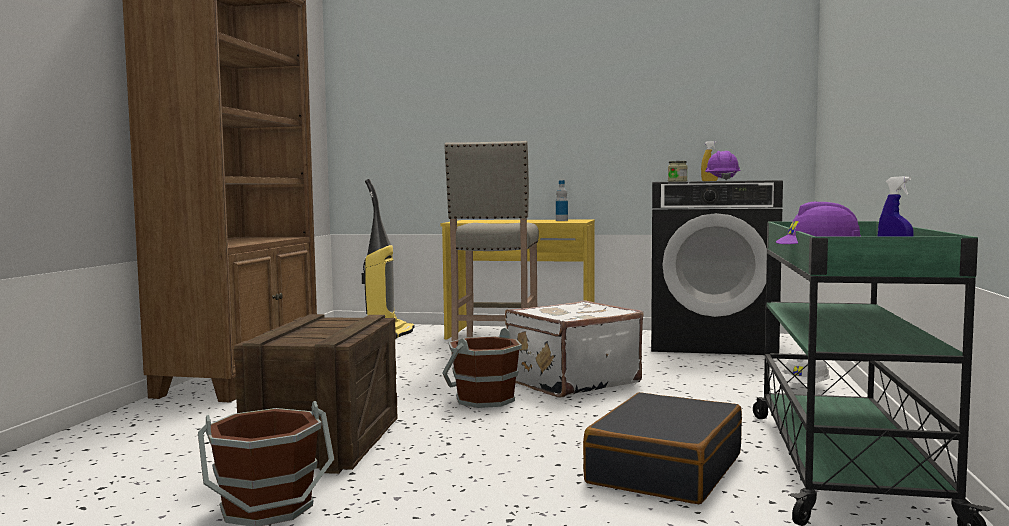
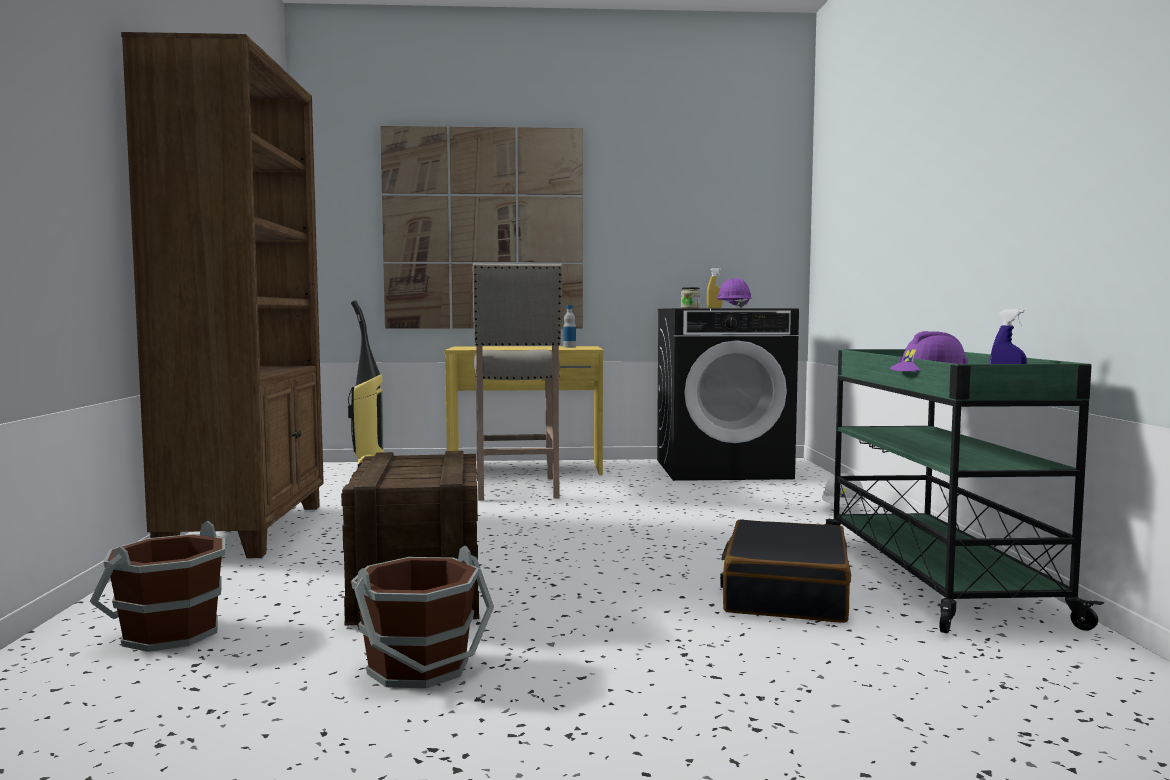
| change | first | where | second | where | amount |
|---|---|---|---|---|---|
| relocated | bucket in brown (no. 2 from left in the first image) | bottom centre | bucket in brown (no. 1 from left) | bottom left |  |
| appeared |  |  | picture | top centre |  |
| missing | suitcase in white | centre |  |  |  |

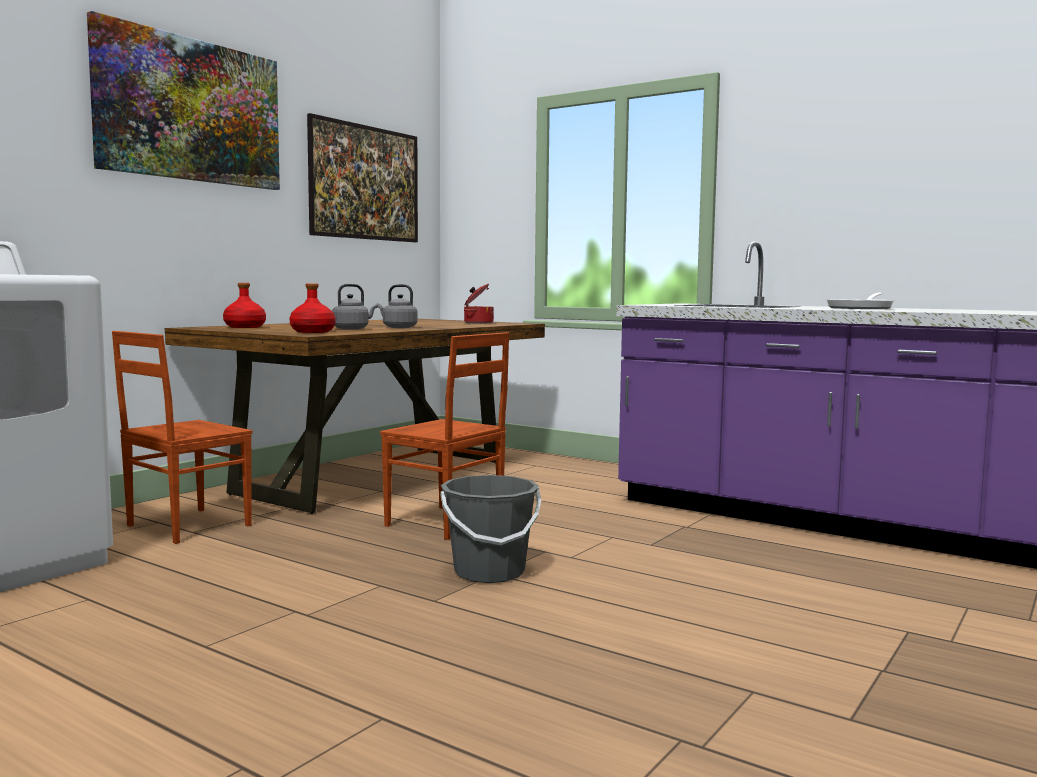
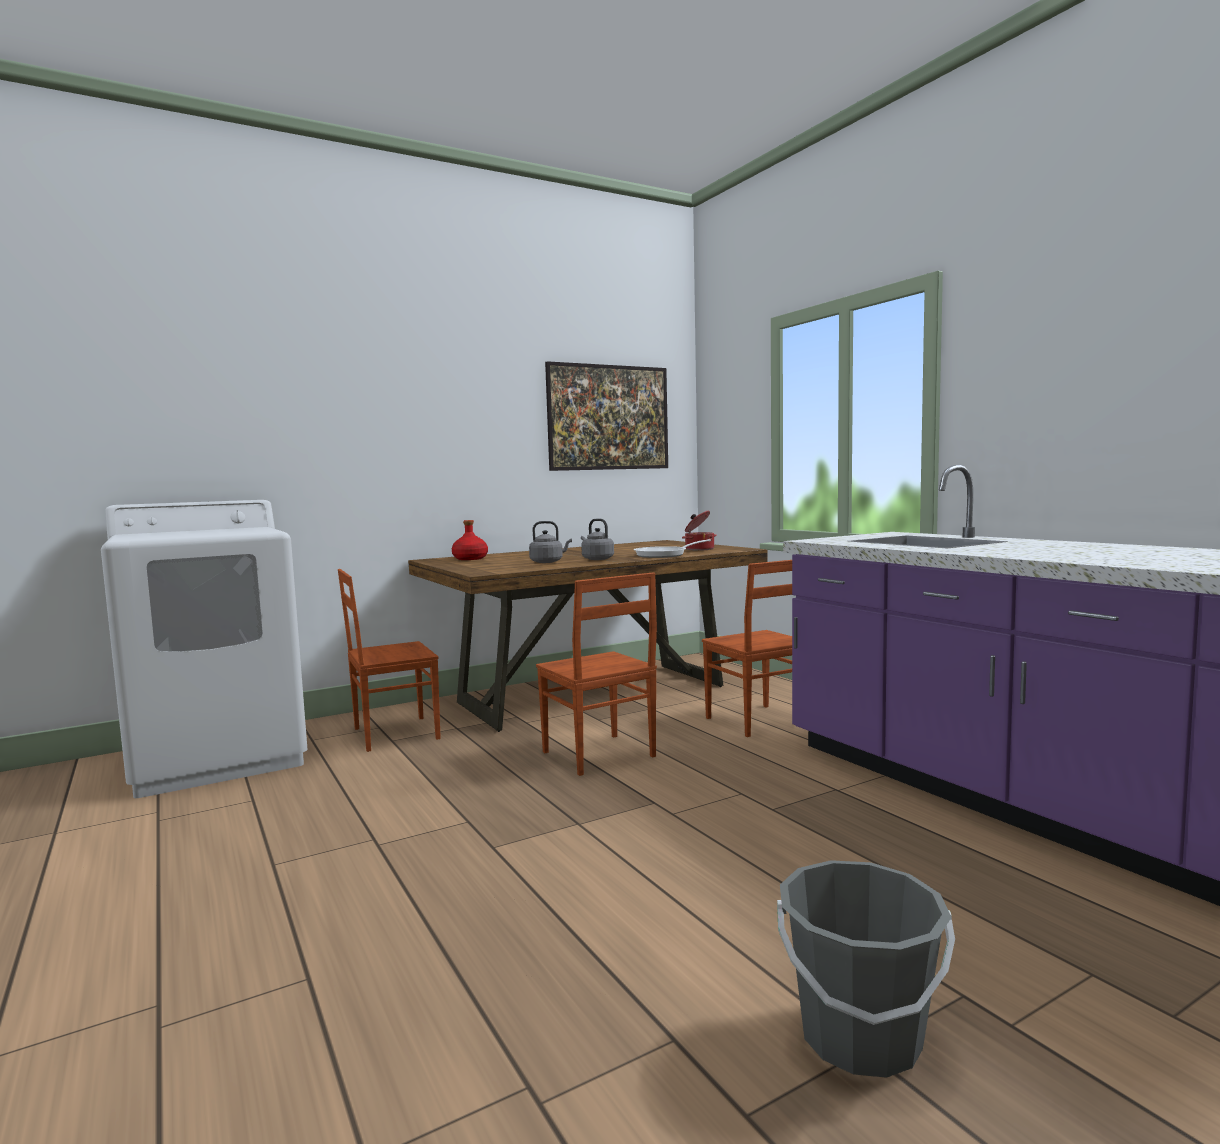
| change | first | where | second | where | amount |
|---|---|---|---|---|---|
| relocated | frying pan | middle right |  | centre |  |
| appeared |  |  | chair in brown (no. 3 from left) | centre |  |
| relocated | bucket in grey | bottom centre |  | bottom right |  |
| missing | picture (no. 1 from left) | top left |  |  |  |
| missing | bottle in red (no. 2 from left) | middle left |  |  |  |

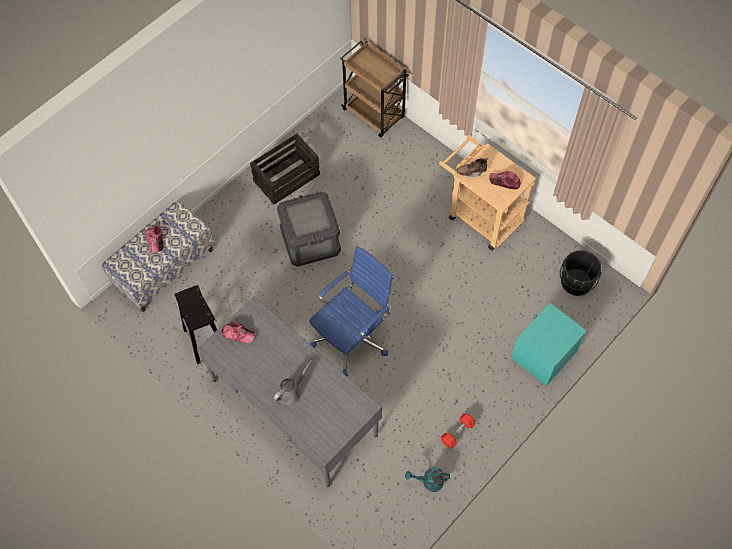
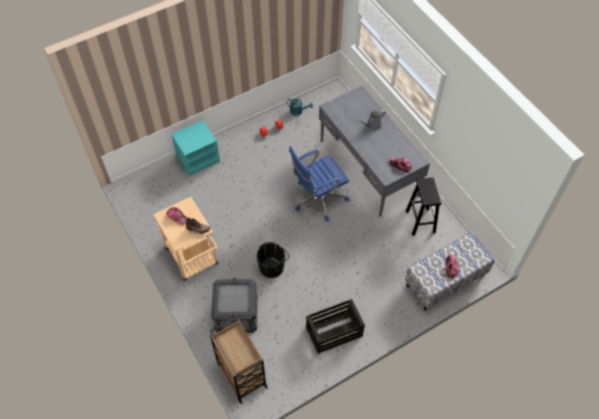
| change | first | where | second | where | amount |
|---|---|---|---|---|---|
| relocated | crate (no. 2 from left in the first image) | centre | crate (no. 1 from left) | bottom centre |  |
| relocated | bucket in black | middle right |  | centre |  |

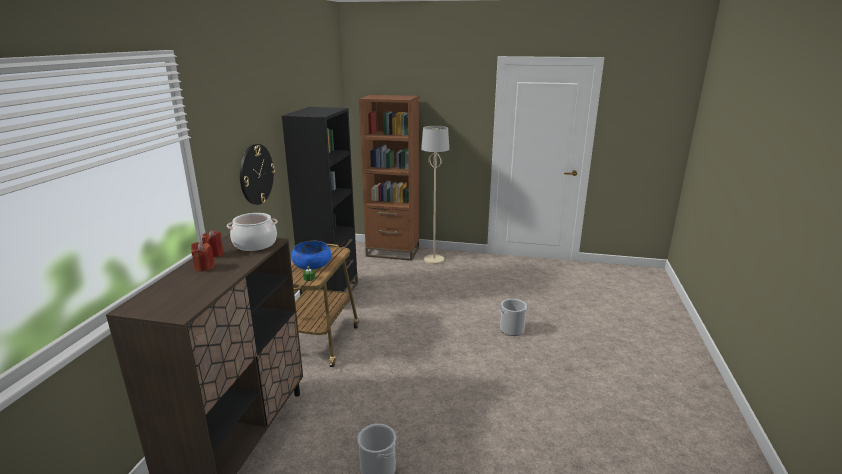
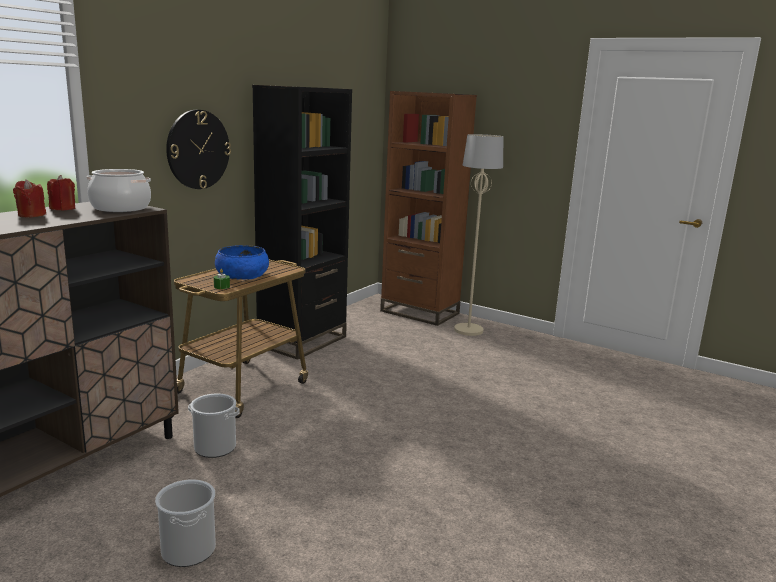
| change | first | where | second | where | amount |
|---|---|---|---|---|---|
| relocated | bucket (no. 2 from left) | bottom centre |  | bottom left |  |

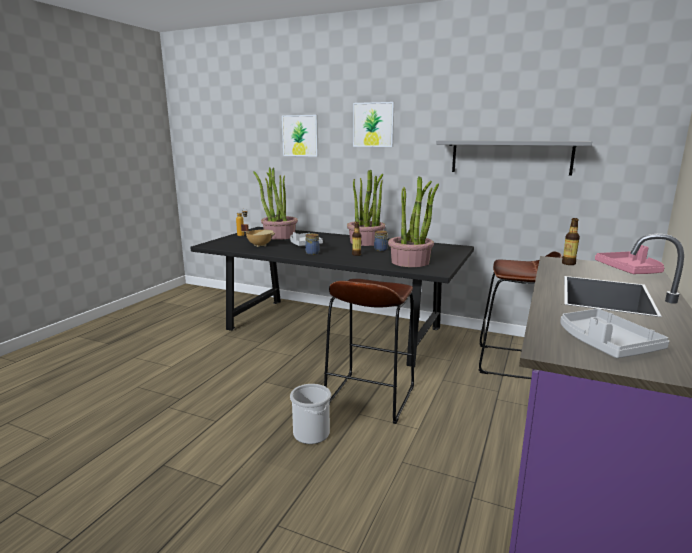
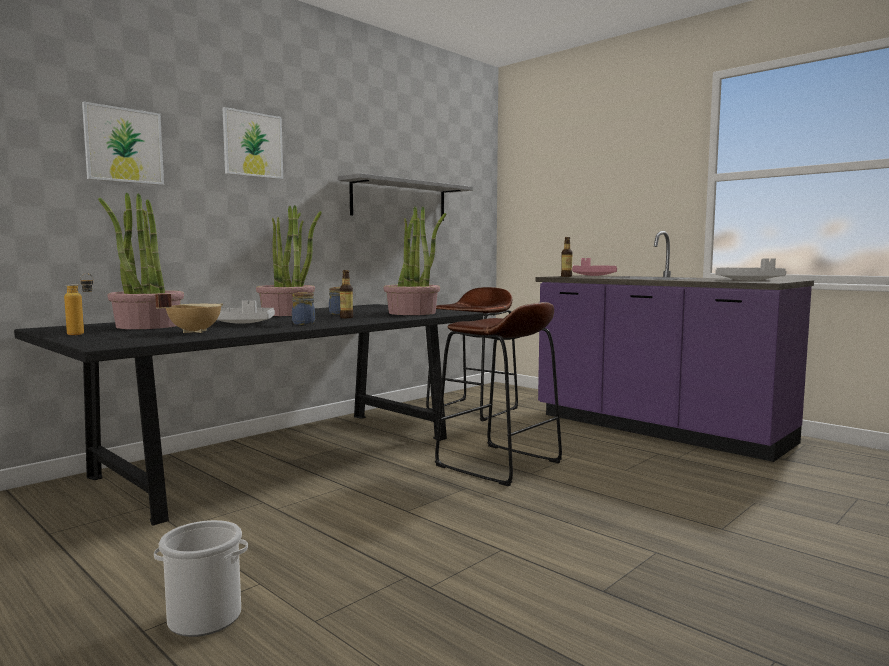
| change | first | where | second | where | amount |
|---|---|---|---|---|---|
| relocated | bucket | bottom centre |  | bottom left |  |

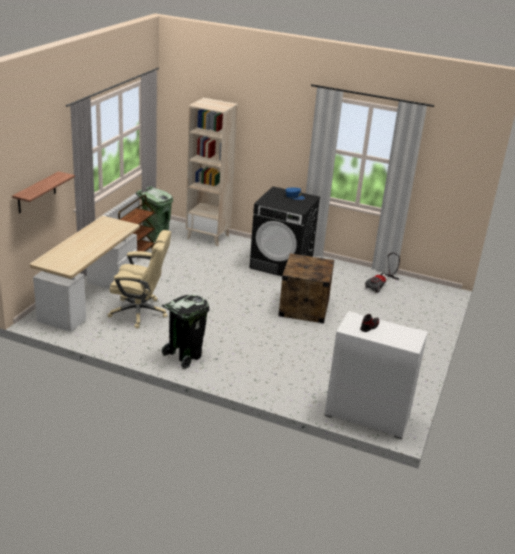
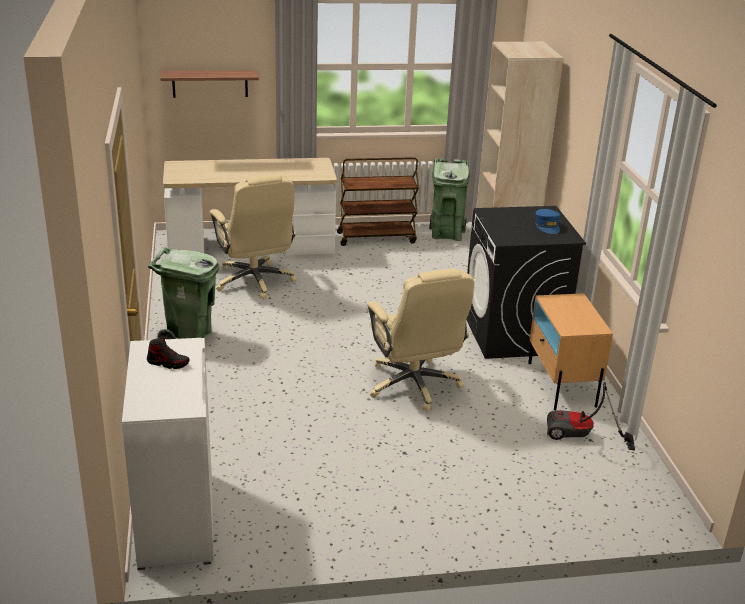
| change | first | where | second | where | amount |
|---|---|---|---|---|---|
| colour | trash can in black | centre | trash can in green (no. 1 from left) | middle left |  |
| exchanged | crate | centre | office chair in beige (no. 2 from left) | centre |  |
| appeared |  |  | nightstand in beige | middle right |  |

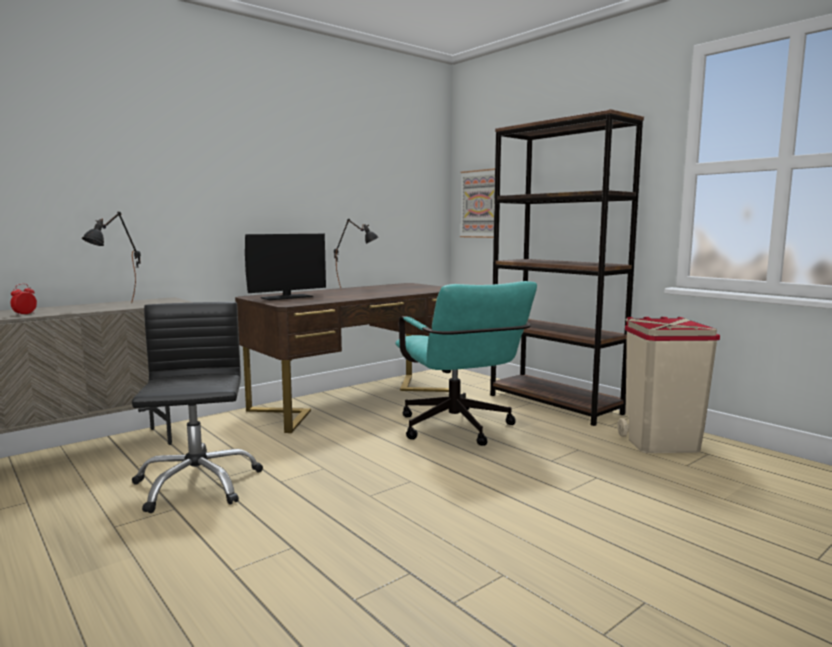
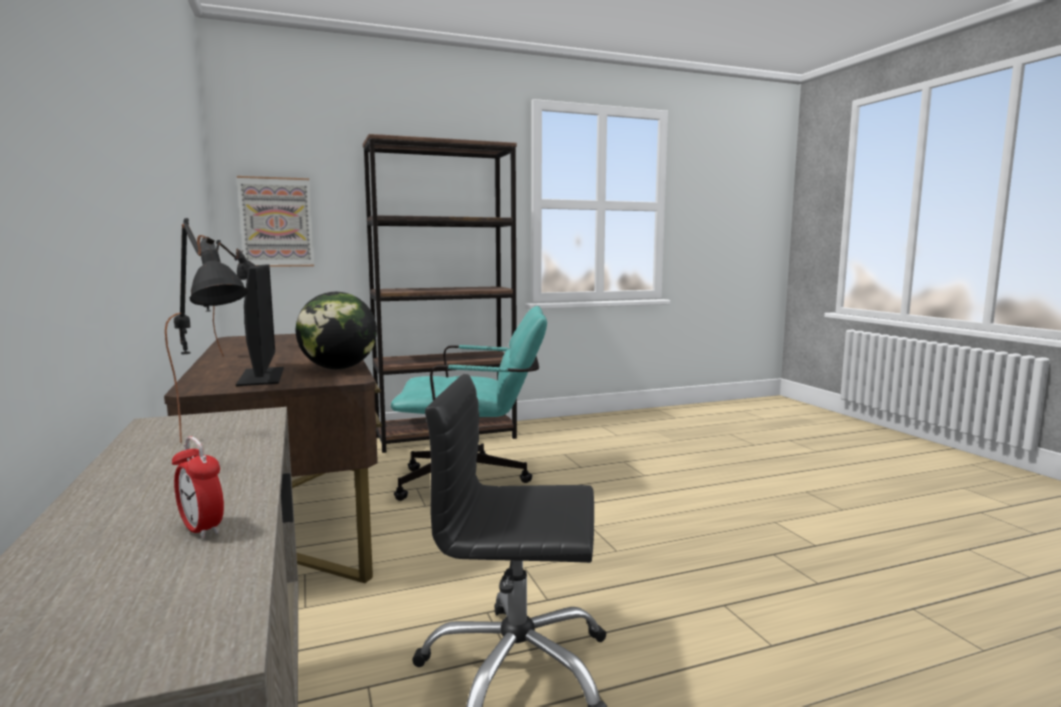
| change | first | where | second | where | amount |
|---|---|---|---|---|---|
| appeared |  |  | globe | middle left |  |
| missing | trash can in beige | middle right |  |  |  |

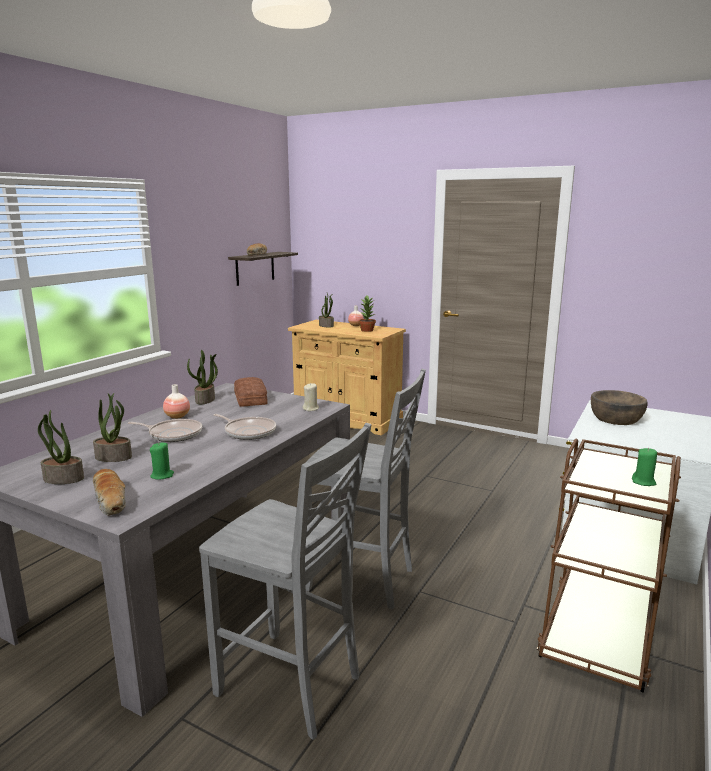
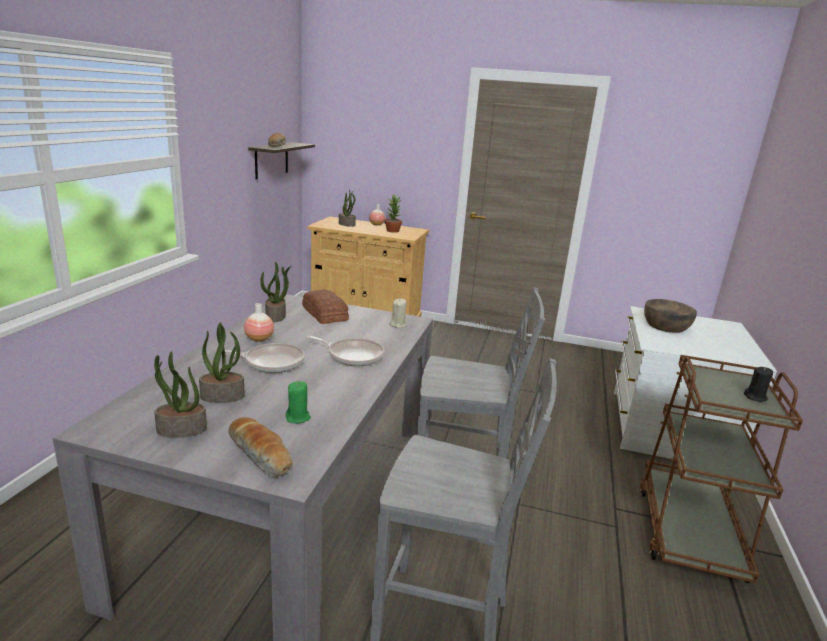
| change | first | where | second | where | amount |
|---|---|---|---|---|---|
| colour | candle in green (no. 2 from left) | middle right | candle in black | middle right |  |

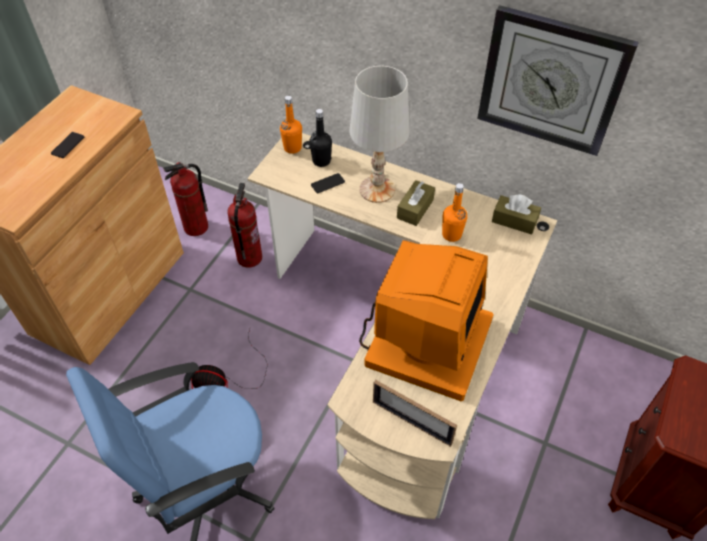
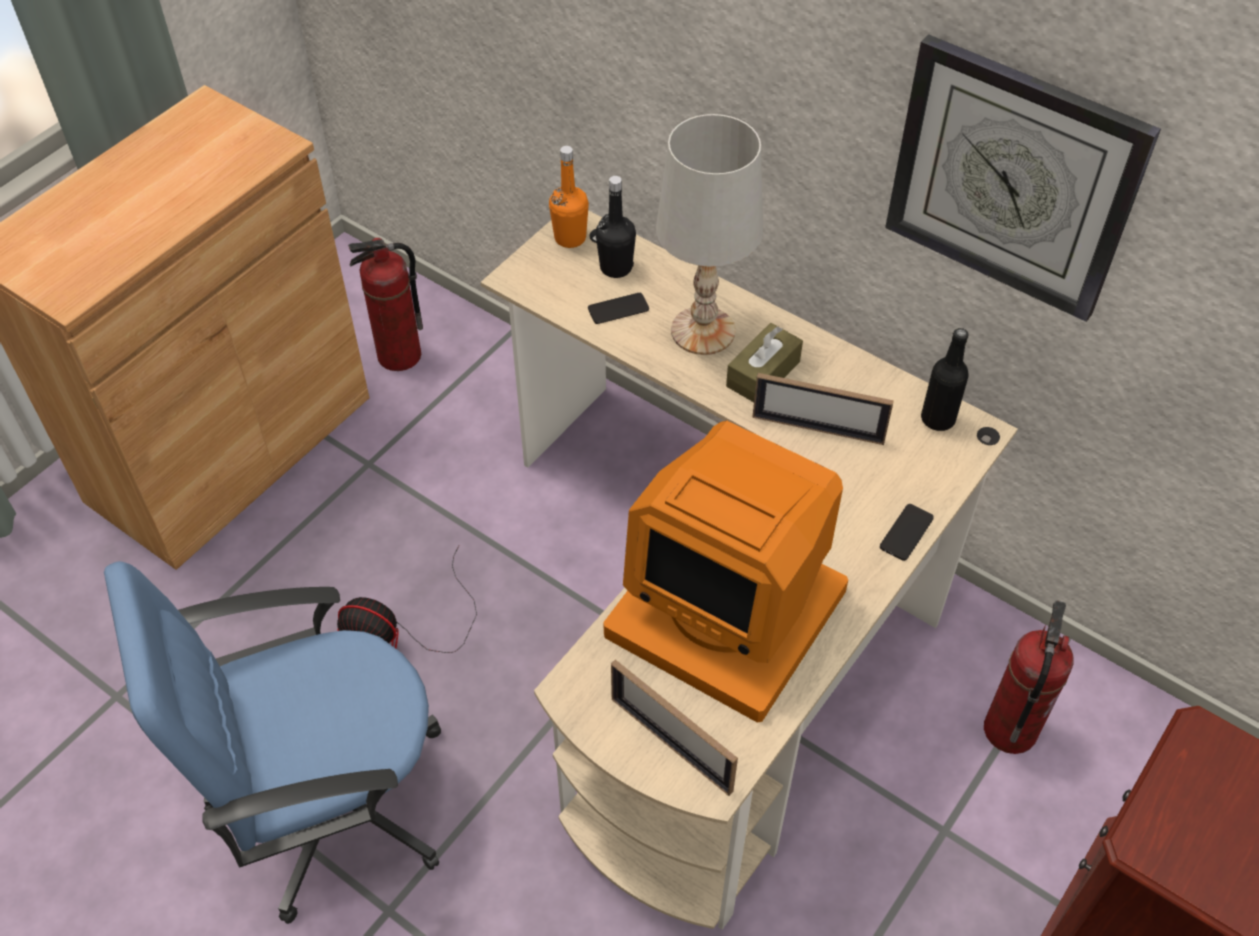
| change | first | where | second | where | amount |
|---|---|---|---|---|---|
| spun | monitor | centre |  | centre | 90 degrees clockwise |
| exchanged | bottle in orange (no. 2 from left) | centre | picture frame (no. 2 from left) | centre |  |
| relocated | phone (no. 1 from left in the first image) | top left | phone (no. 2 from left) | middle right |  |
| exchanged | tissue box in brown (no. 2 from left) | middle right | bottle in black (no. 2 from left) | middle right |  |
| relocated | fire extinguisher (no. 2 from left) | centre |  | bottom right |  |

